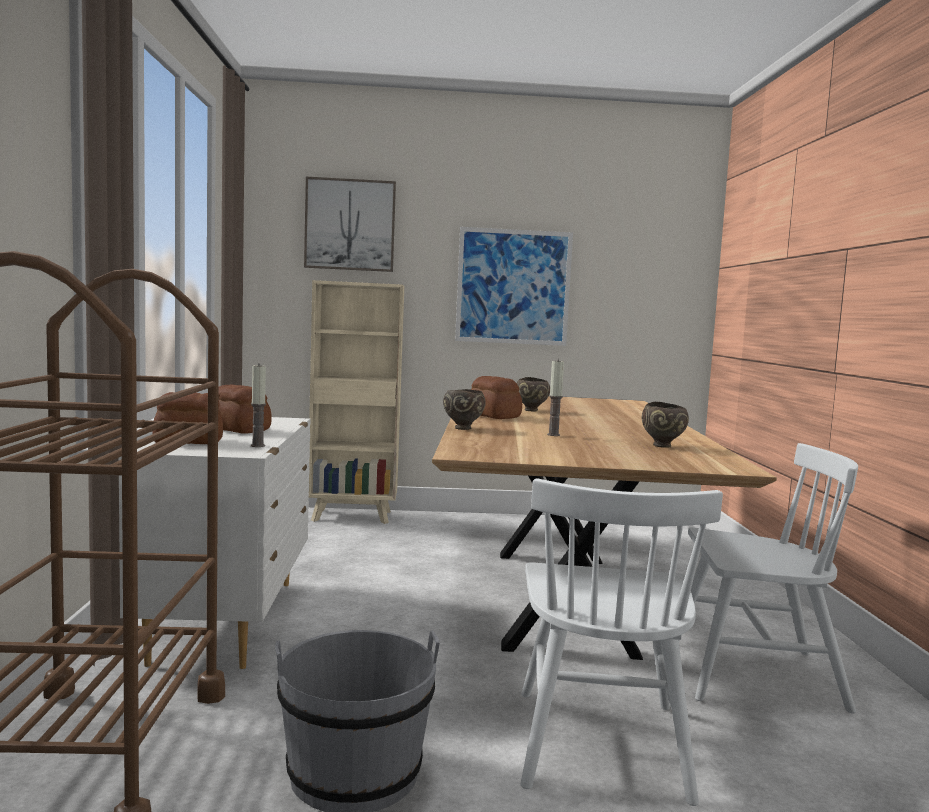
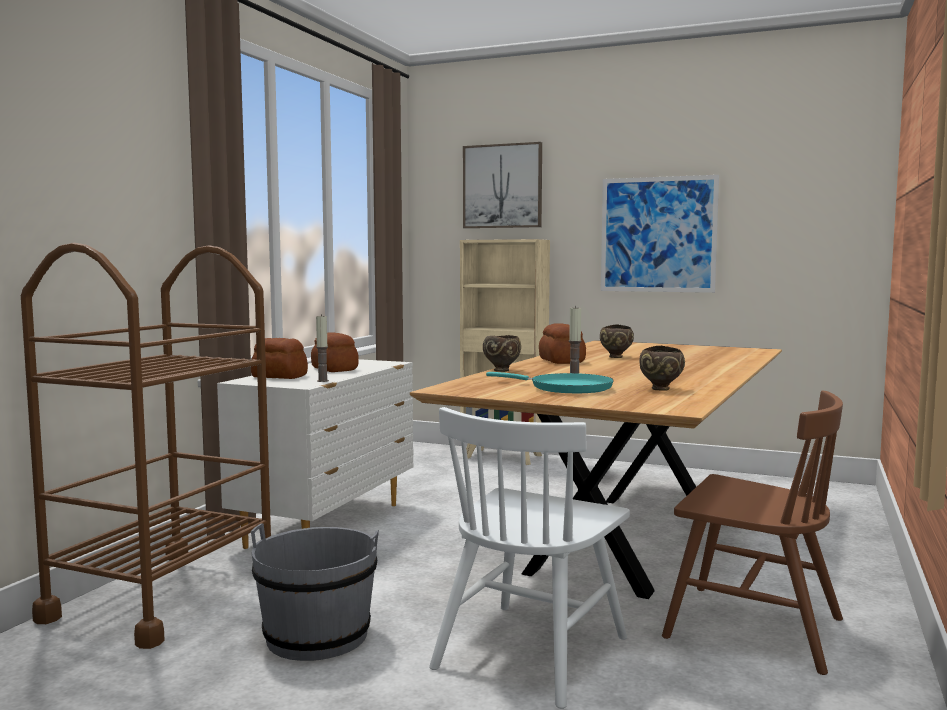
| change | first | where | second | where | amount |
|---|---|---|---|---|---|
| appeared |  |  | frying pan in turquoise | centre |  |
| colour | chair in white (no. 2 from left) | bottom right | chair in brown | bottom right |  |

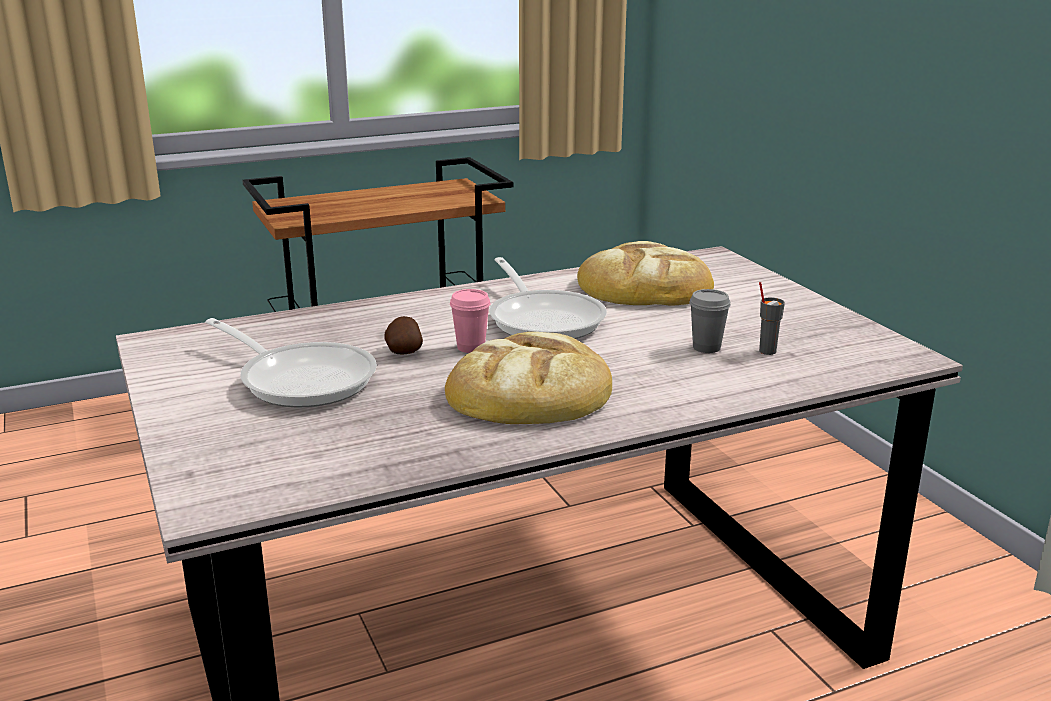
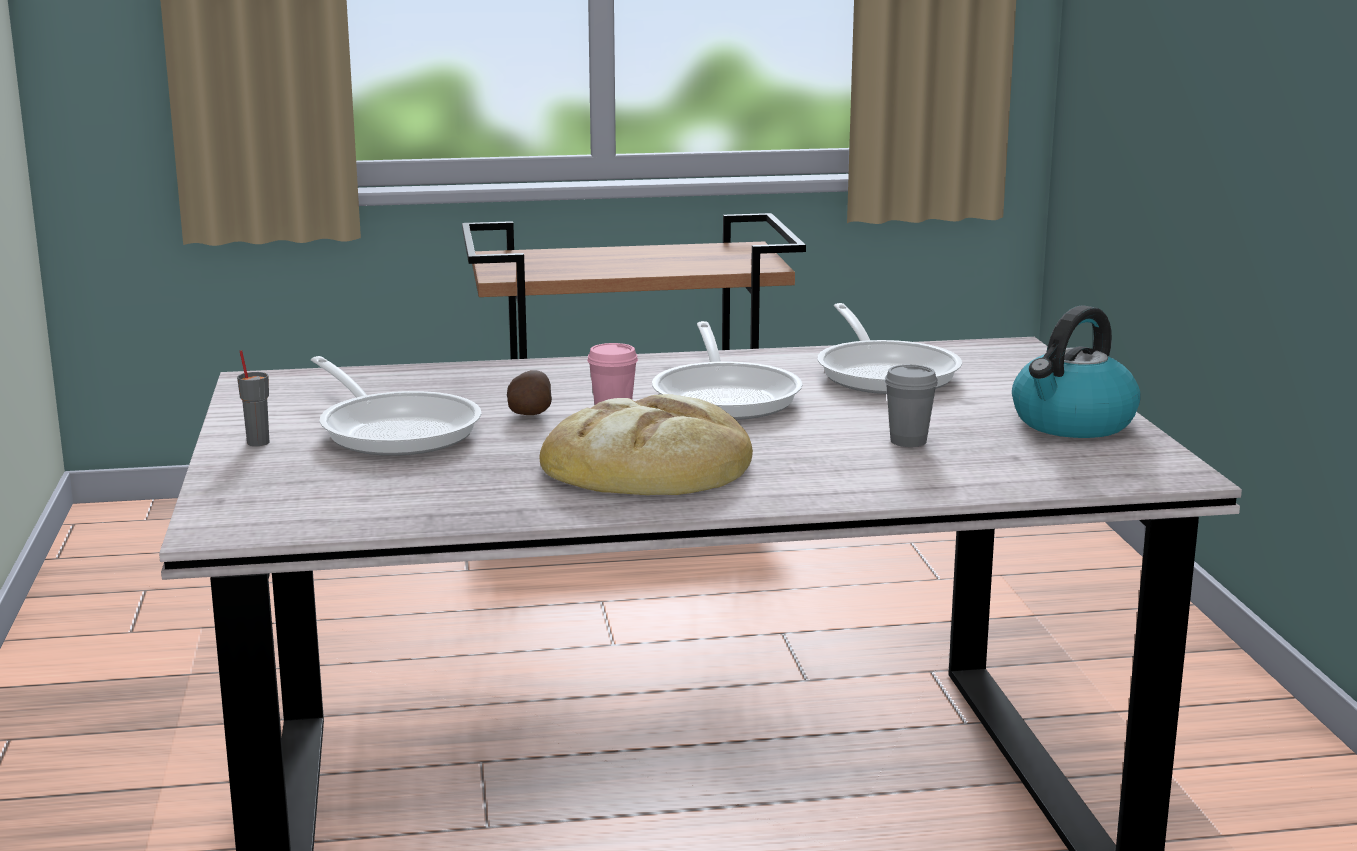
| change | first | where | second | where | amount |
|---|---|---|---|---|---|
| relocated | cup in grey (no. 2 from left in the first image) | middle right | cup in grey (no. 1 from left) | middle left |  |
| exchanged | bread (no. 2 from left) | centre | frying pan (no. 3 from left) | centre |  |
| appeared |  |  | kettle | middle right |  |

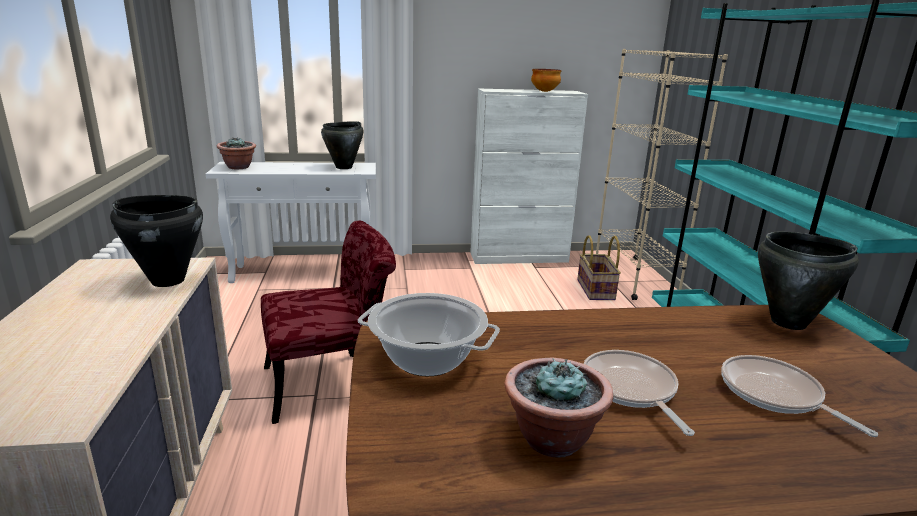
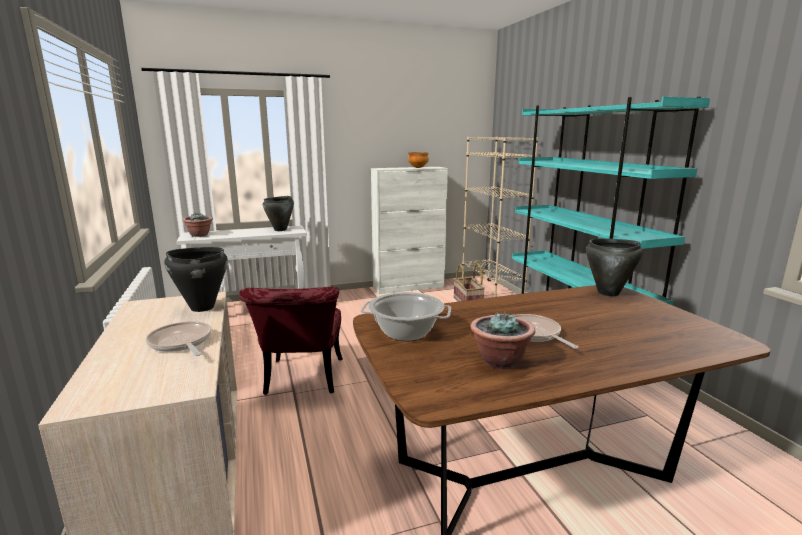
| change | first | where | second | where | amount |
|---|---|---|---|---|---|
| relocated | frying pan (no. 2 from left in the first image) | bottom right | frying pan (no. 1 from left) | middle left |  |
| spun | chair in red | centre |  | centre | 120 degrees clockwise |

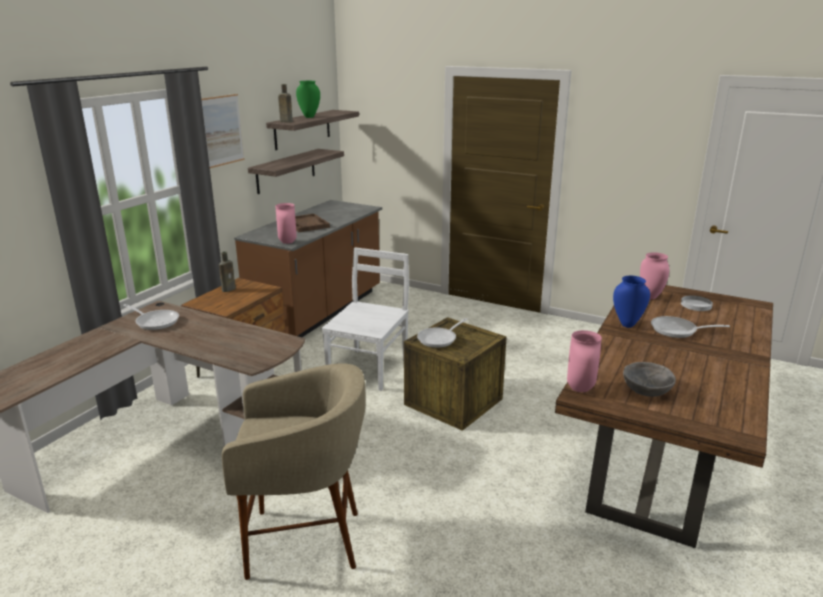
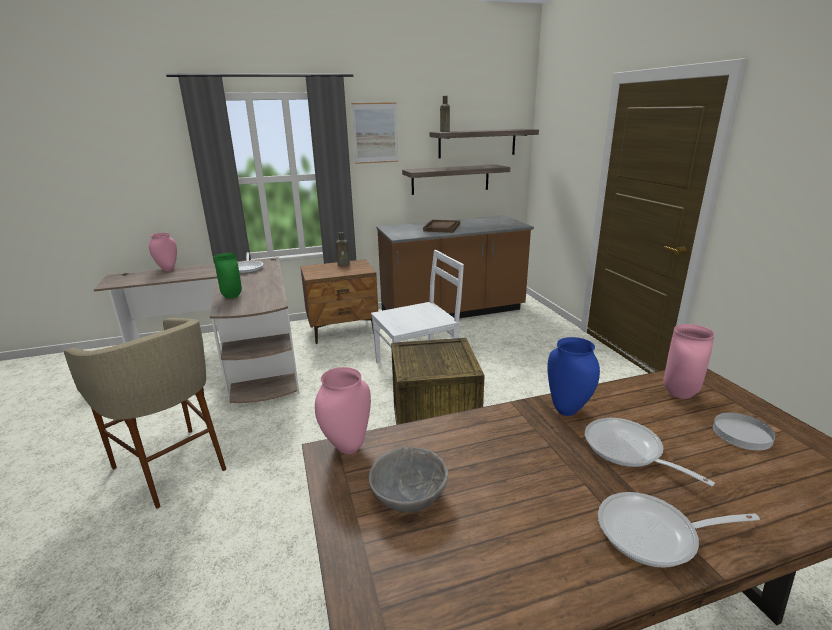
| change | first | where | second | where | amount |
|---|---|---|---|---|---|
| relocated | vase in pink (no. 1 from left) | centre |  | middle left |  |
| relocated | vase in green | top centre |  | middle left |  |
| relocated | frying pan (no. 2 from left in the first image) | centre | frying pan (no. 3 from left) | bottom right |  |

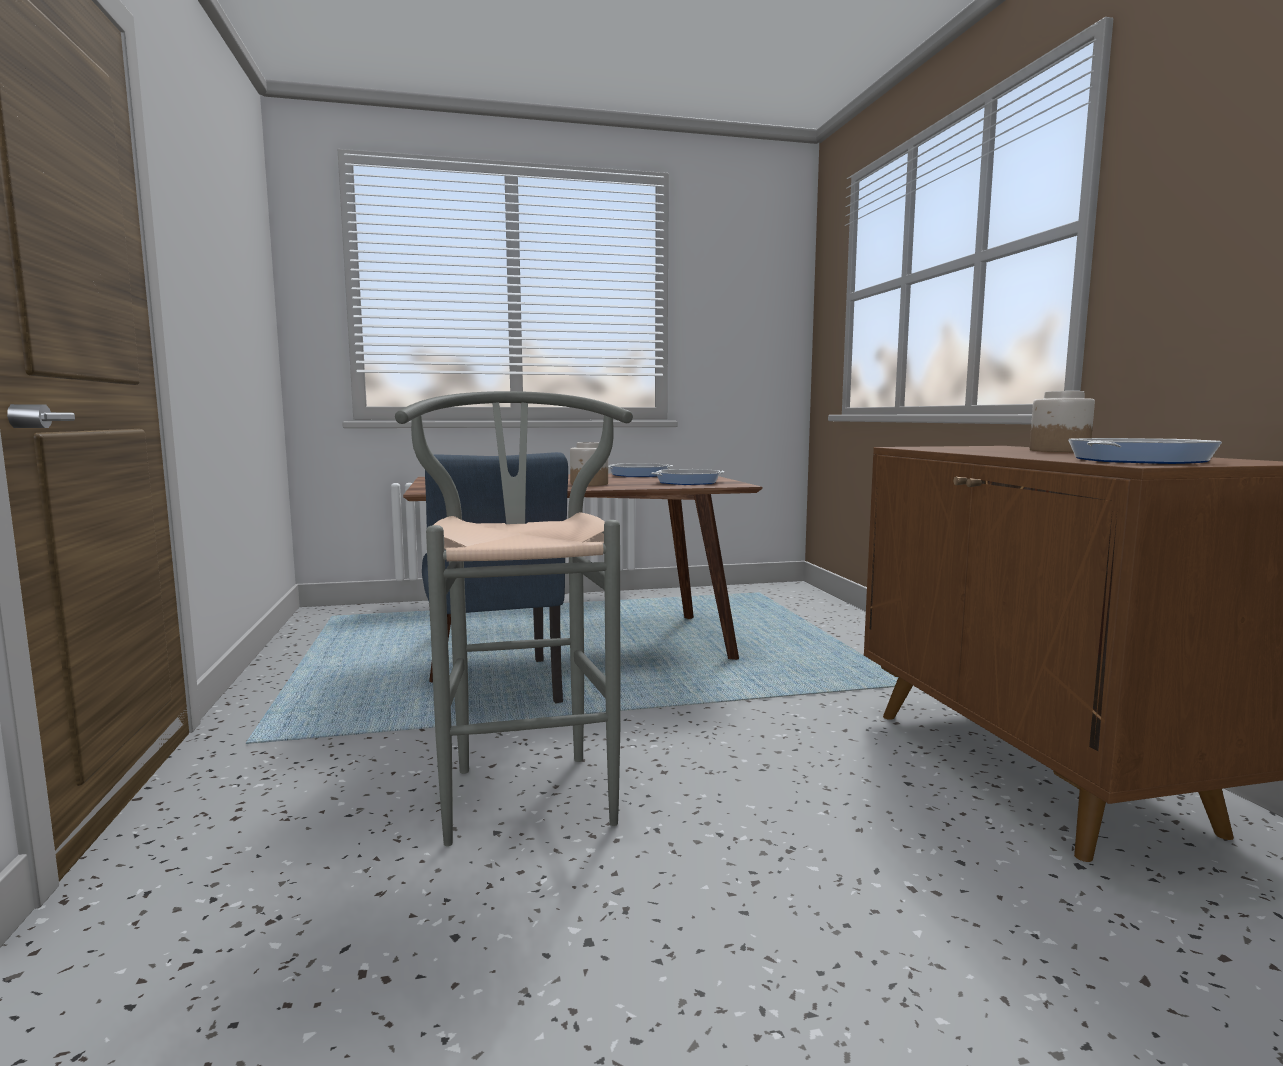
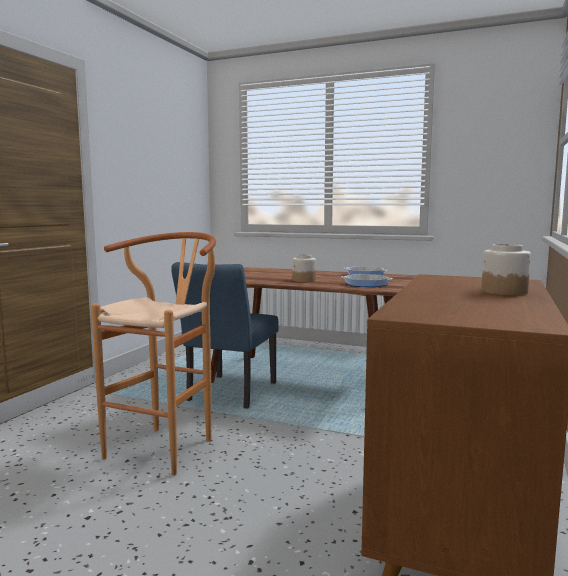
| change | first | where | second | where | amount |
|---|---|---|---|---|---|
| colour | stool in grey | centre | stool in brown | middle left |  |
| missing | frying pan (no. 3 from left) | middle right |  |  |  |

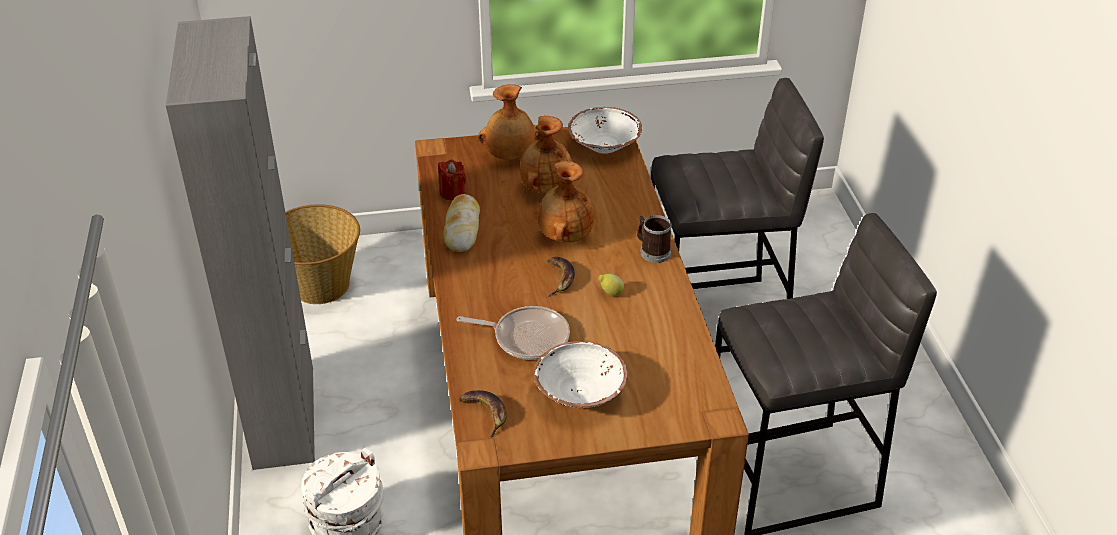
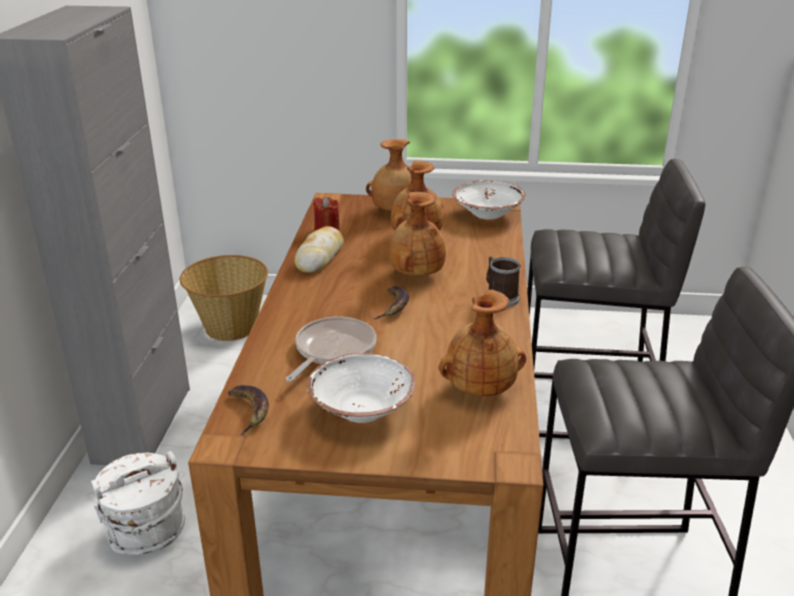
| change | first | where | second | where | amount |
|---|---|---|---|---|---|
| spun | frying pan | centre |  | centre | 90 degrees counterclockwise |
| appeared |  |  | vase in brown (no. 4 from left) | centre |  |
| missing | lemon | centre |  |  |  |

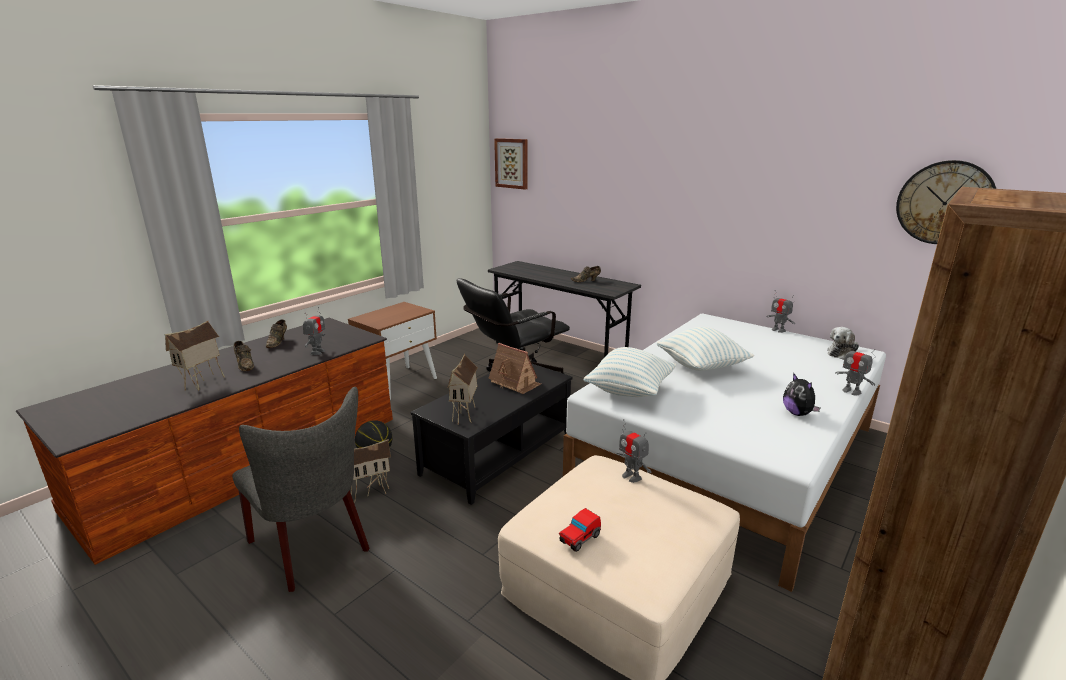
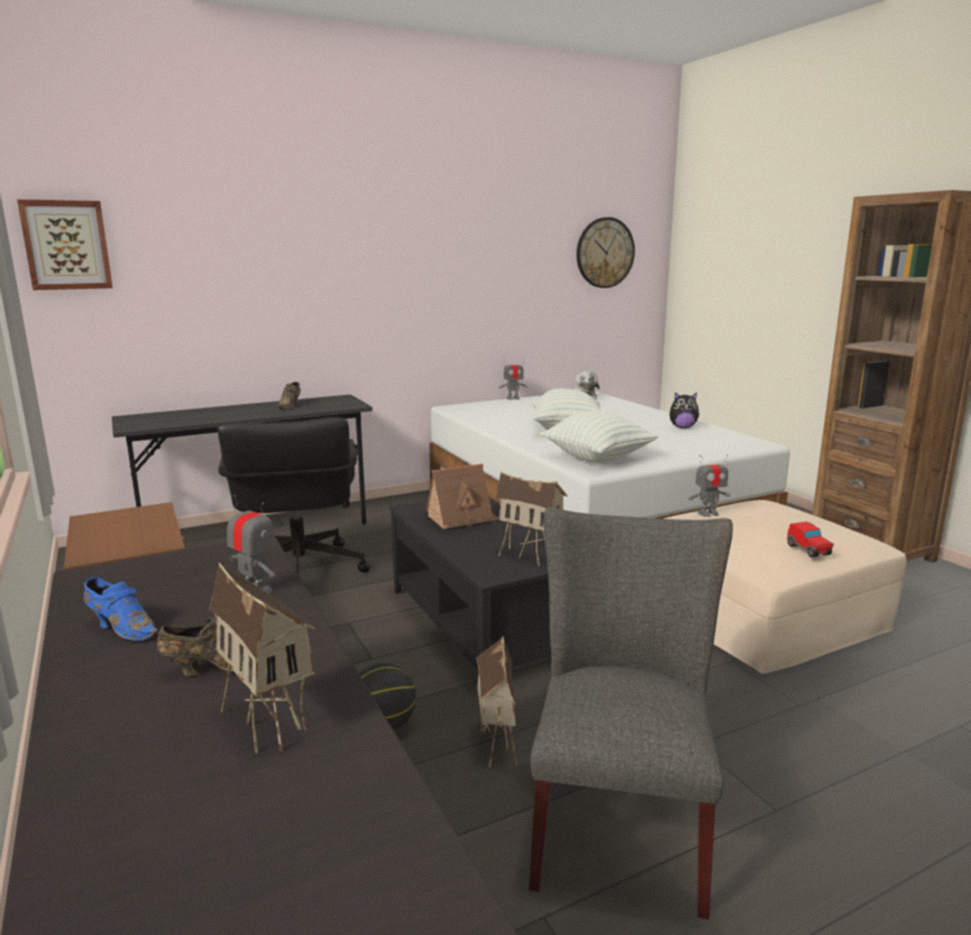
| change | first | where | second | where | amount |
|---|---|---|---|---|---|
| colour | shoe in brown (no. 2 from left) | middle left | shoe in blue | middle left |  |
| spun | chair in grey | bottom left |  | bottom centre | 60 degrees counterclockwise |
| missing | toy robot (no. 4 from left) | middle right |  |  |  |

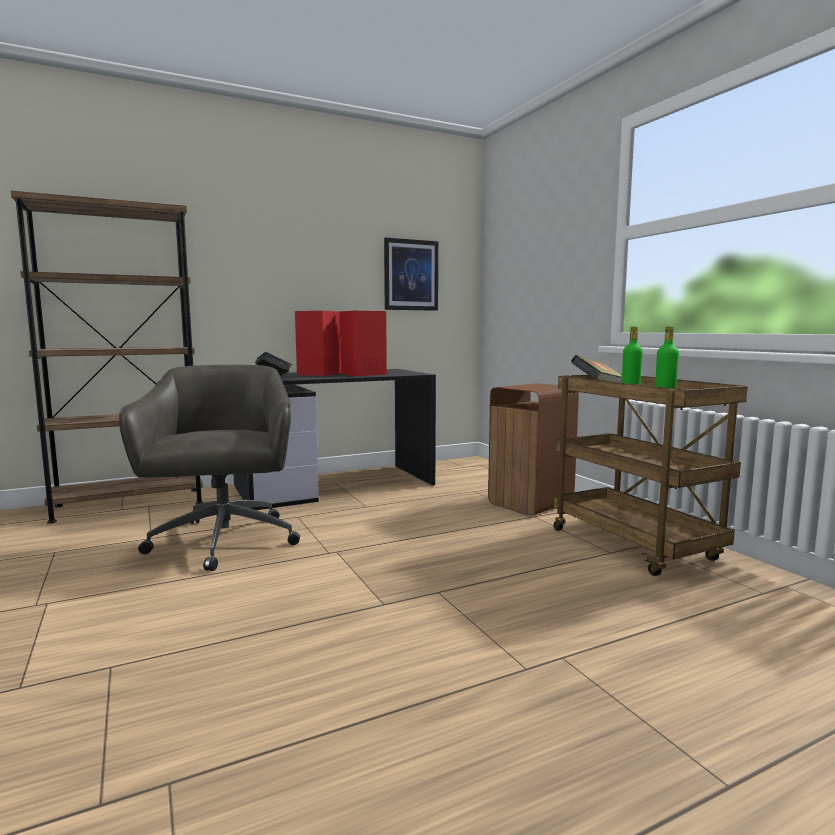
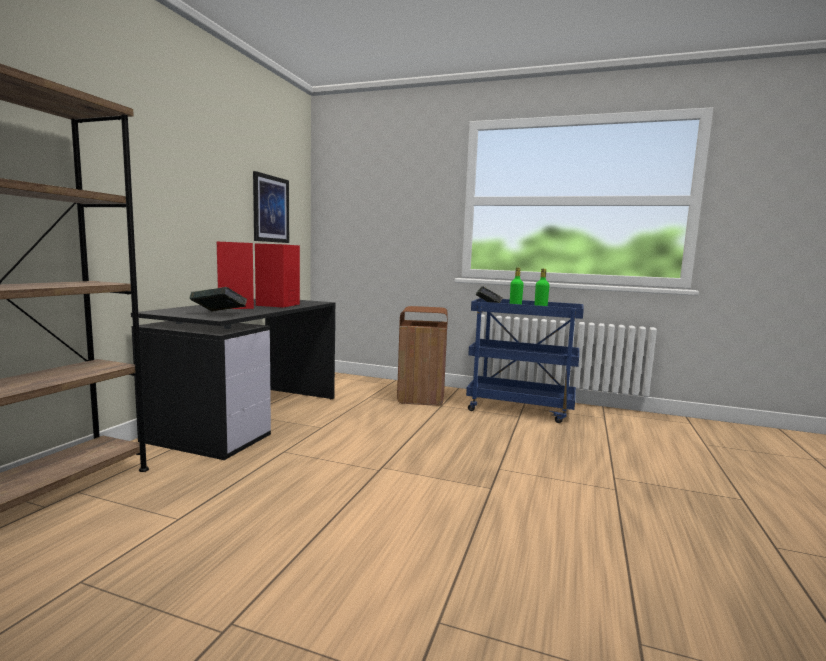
| change | first | where | second | where | amount |
|---|---|---|---|---|---|
| colour | cart in brown | middle right | cart in blue | centre |  |
| missing | office chair in grey | middle left |  |  |  |

